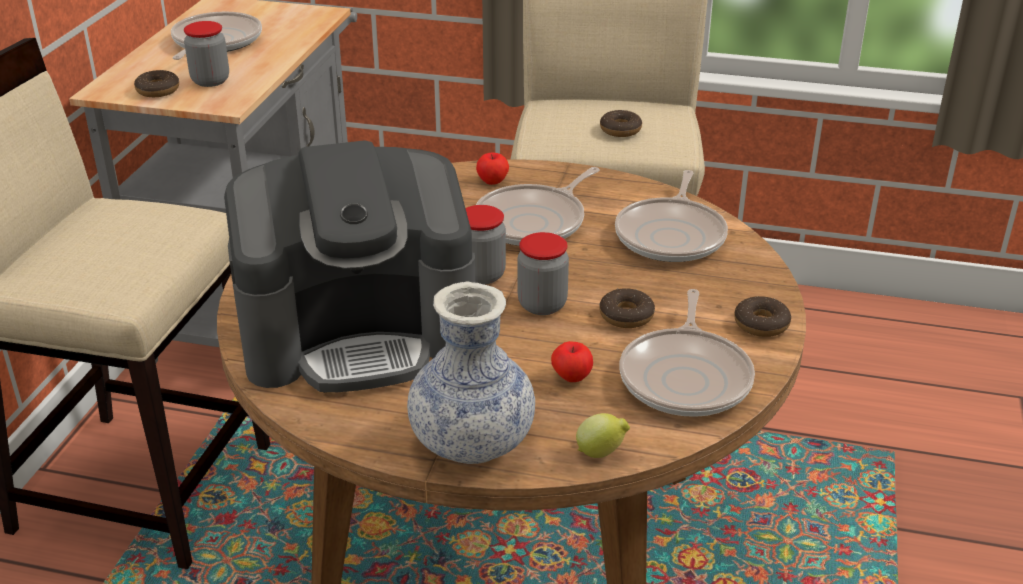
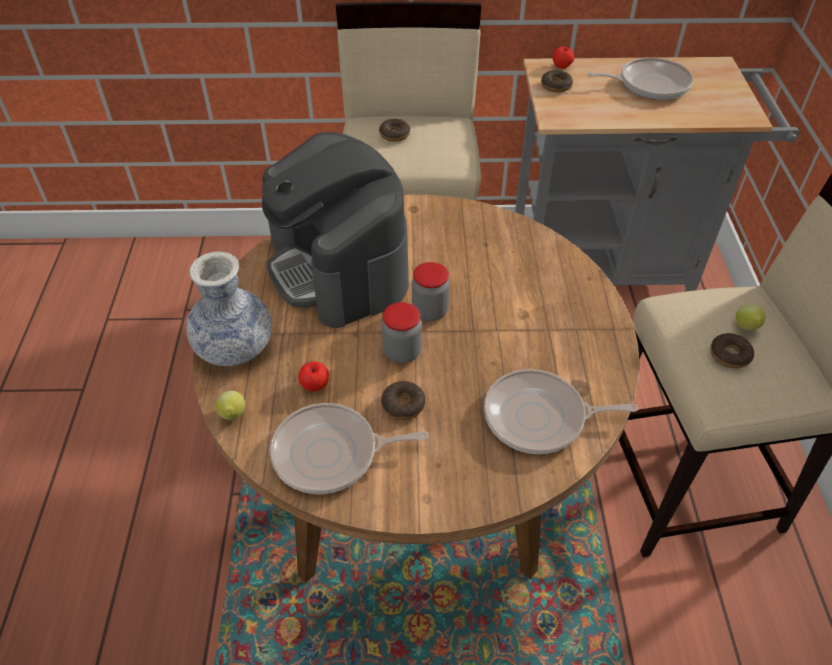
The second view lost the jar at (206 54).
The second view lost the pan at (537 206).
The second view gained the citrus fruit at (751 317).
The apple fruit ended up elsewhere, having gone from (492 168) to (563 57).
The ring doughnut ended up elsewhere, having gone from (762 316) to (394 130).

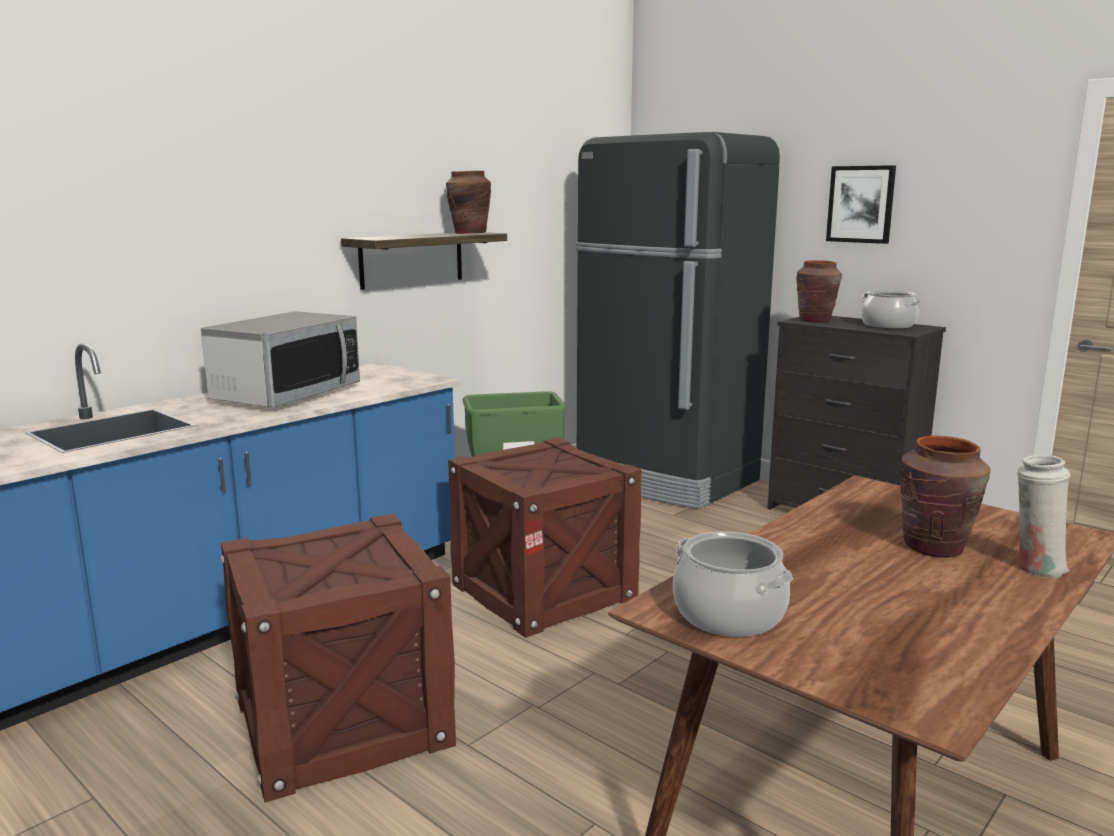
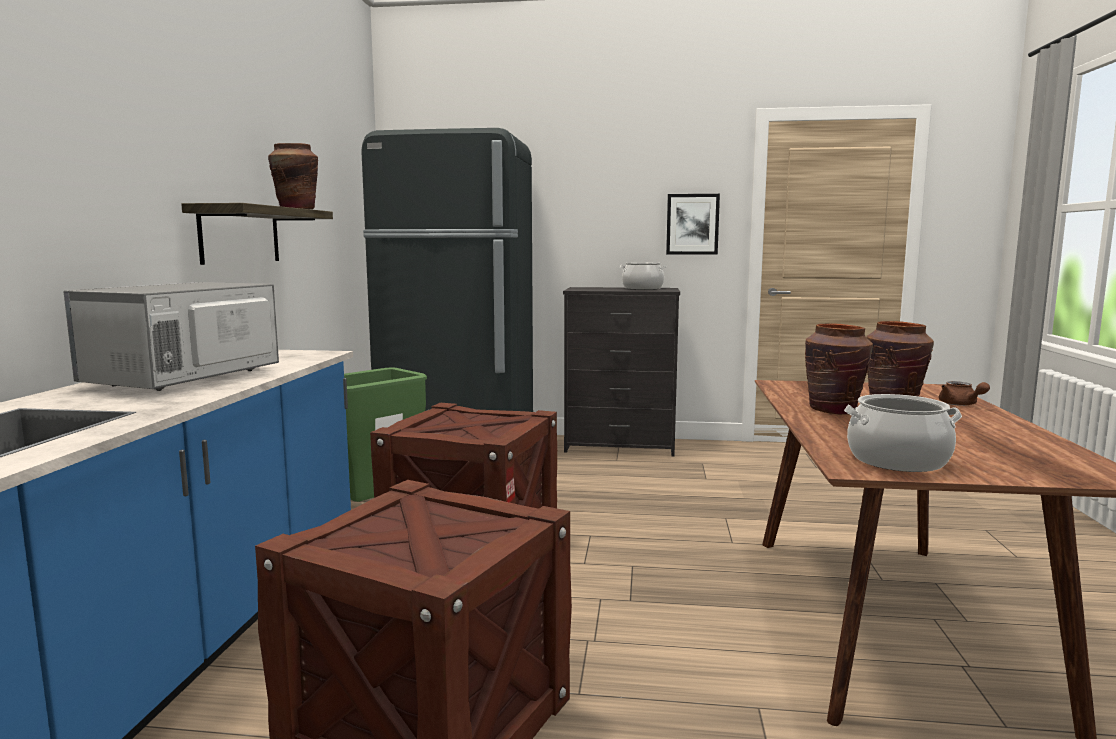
The brown flower vase ended up elsewhere, having gone from (819 291) to (839 369).
The wall picture ended up elsewhere, having gone from (861 204) to (693 224).
Where the white flower vase stood at (1044 516), the brown pot for tea came to stand at (964 393).
The kitchen microwave at (280 359) ended up facing another way, 150 degrees counterclockwise from before.

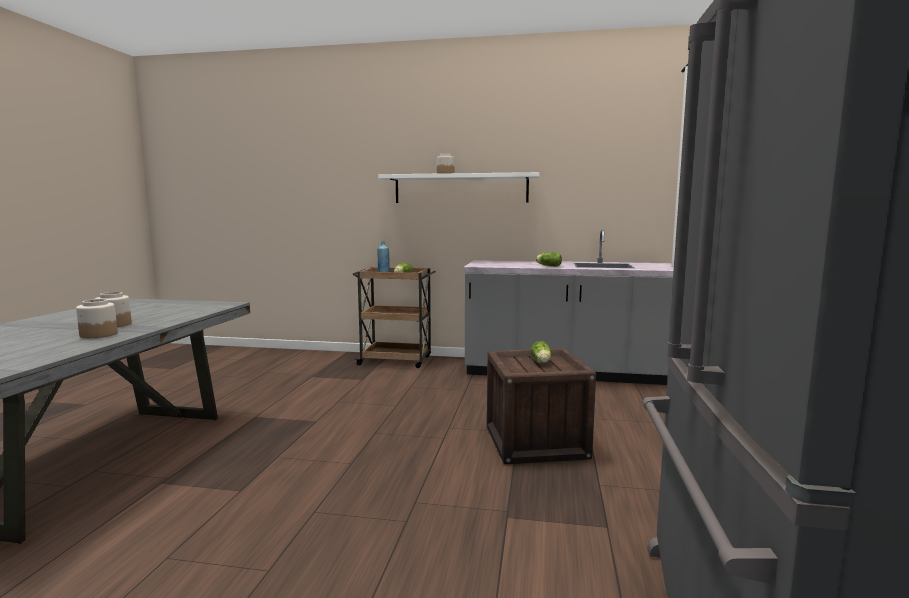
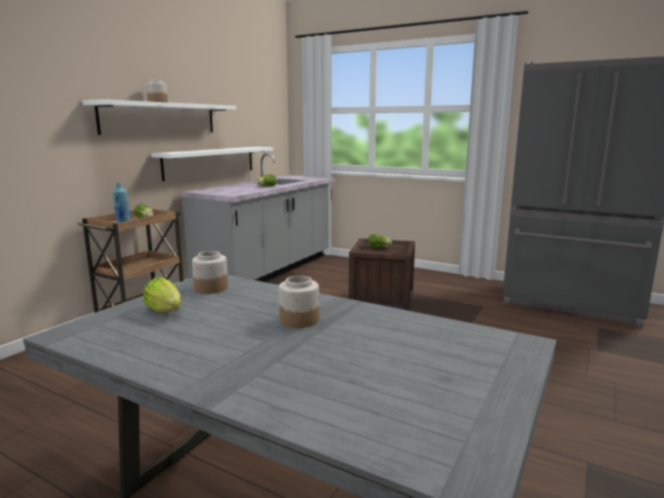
The second view gained the head of lettuce at (162 295).
The second view gained the white shelf at (212 164).
The jar ended up elsewhere, having gone from (97 318) to (210 272).

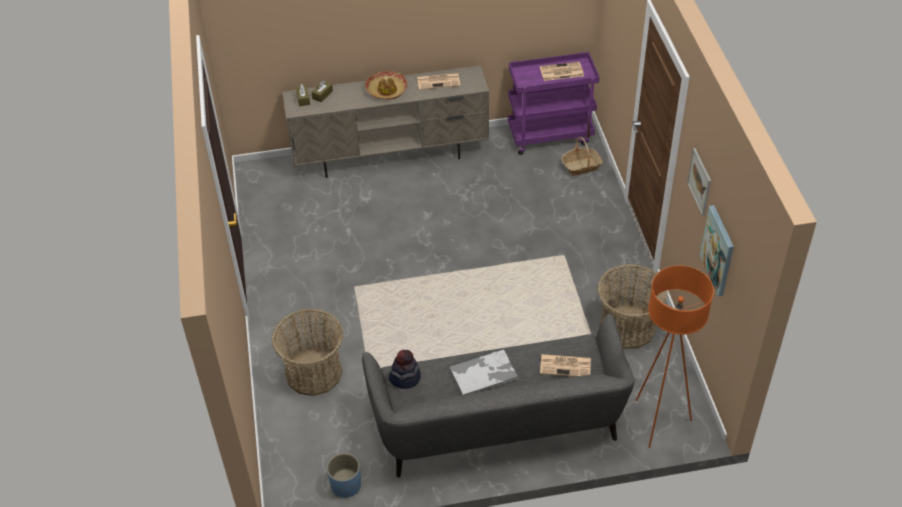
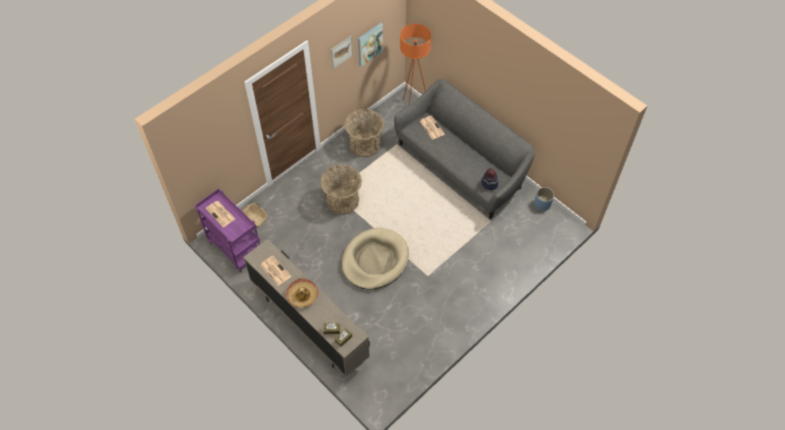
The second view lost the serving tray at (484 371).
The second view gained the beige-coloured pet bed at (375 259).
The household basket ended up elsewhere, having gone from (308 352) to (341 190).

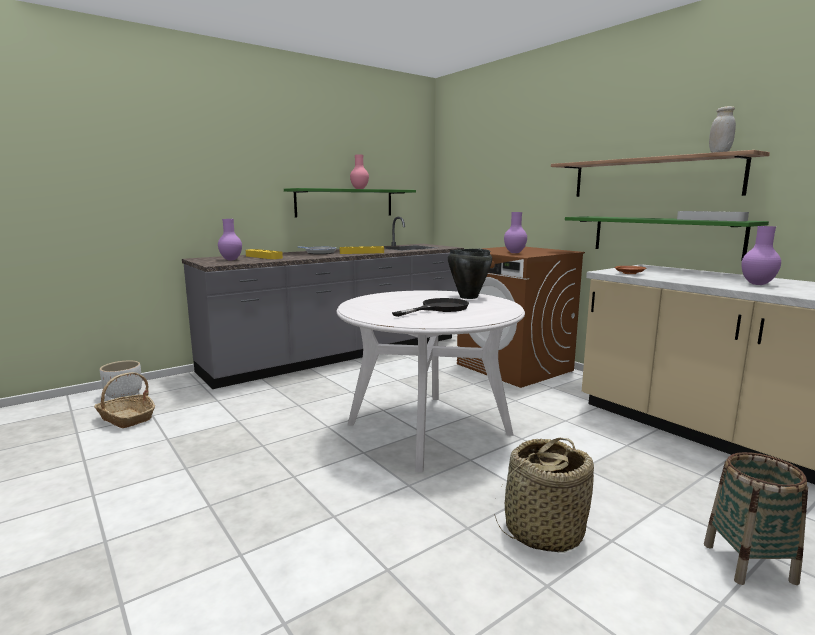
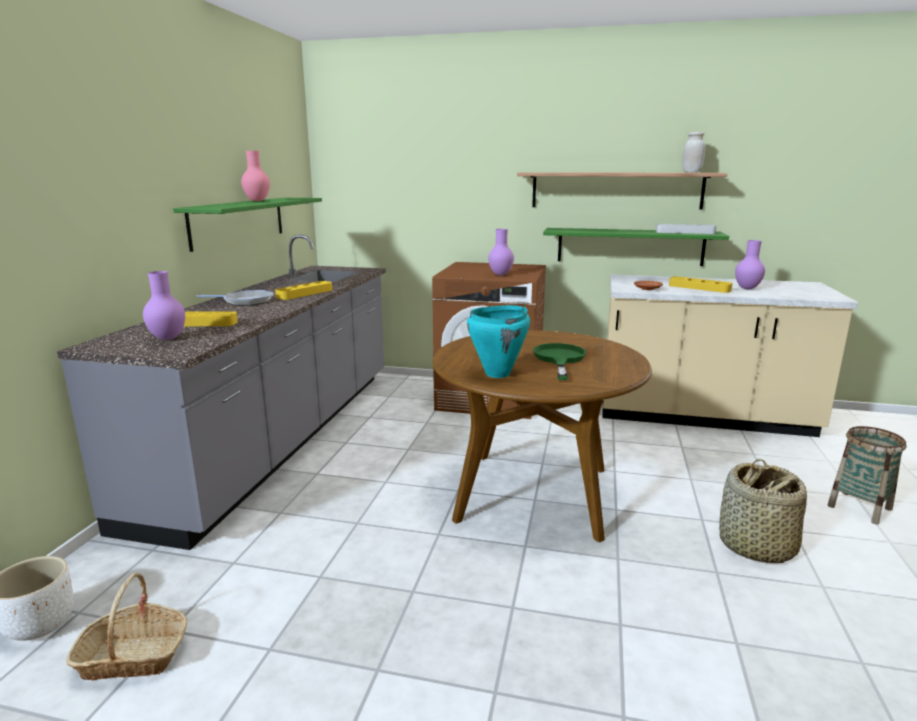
The second view lost the black saucepot at (470 274).
The second view gained the blue-green saucepot at (498 341).
The second view gained the yellow serving tray at (700 284).
What was the white kitchen table at (431 381) turned into the brown kitchen table at (542 436).
What was the black pan at (430 307) turned into the greenish pan at (559 361).

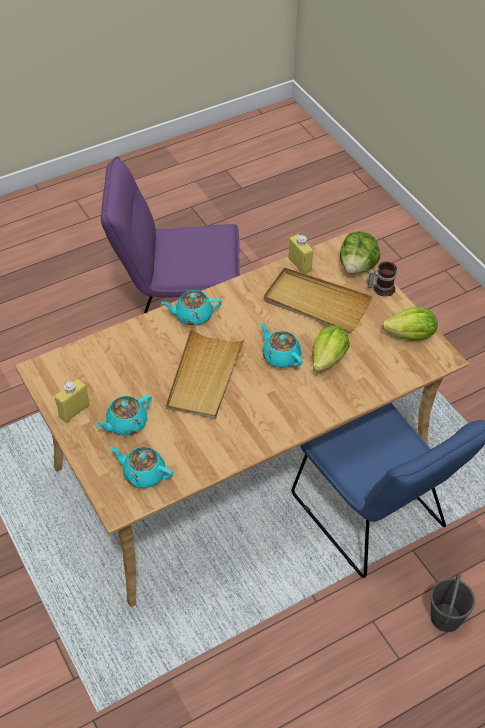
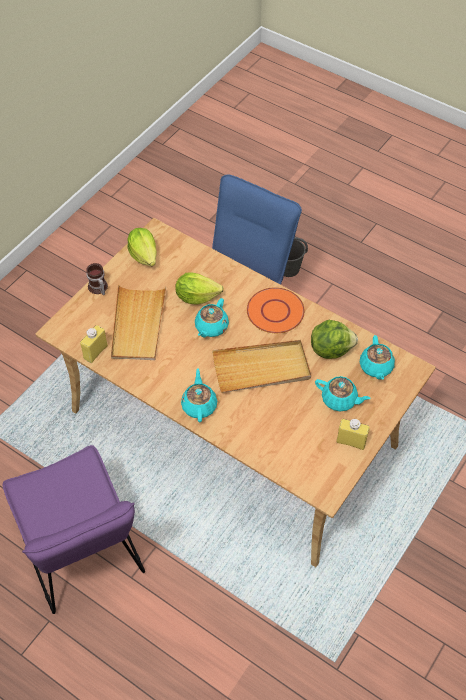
The second view gained the orange dinner plate at (276 310).
The head of lettuce ended up elsewhere, having gone from (360 252) to (334 339).
The blue-green pot for tea at (191 308) ended up facing another way, 150 degrees counterclockwise from before.

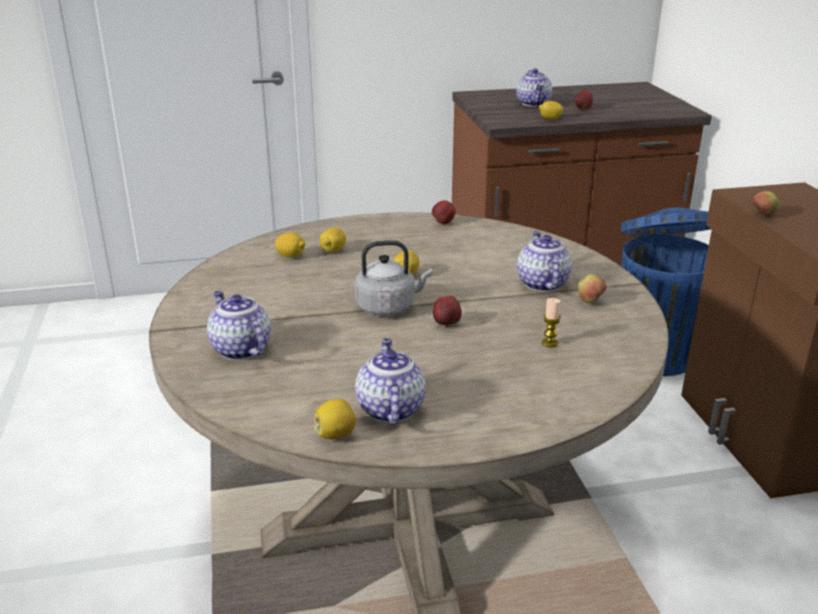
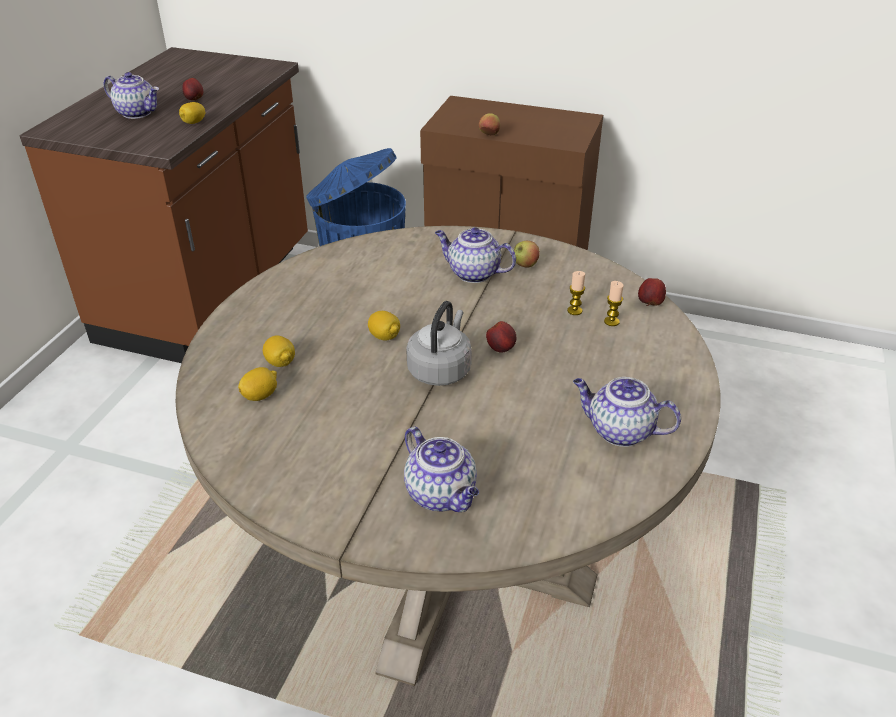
The second view lost the citrus fruit at (335 419).
The second view gained the wax light at (613 303).
The apple fruit ended up elsewhere, having gone from (444 212) to (652 292).
The pot for tea at (239 325) ended up facing another way, 120 degrees counterclockwise from before.

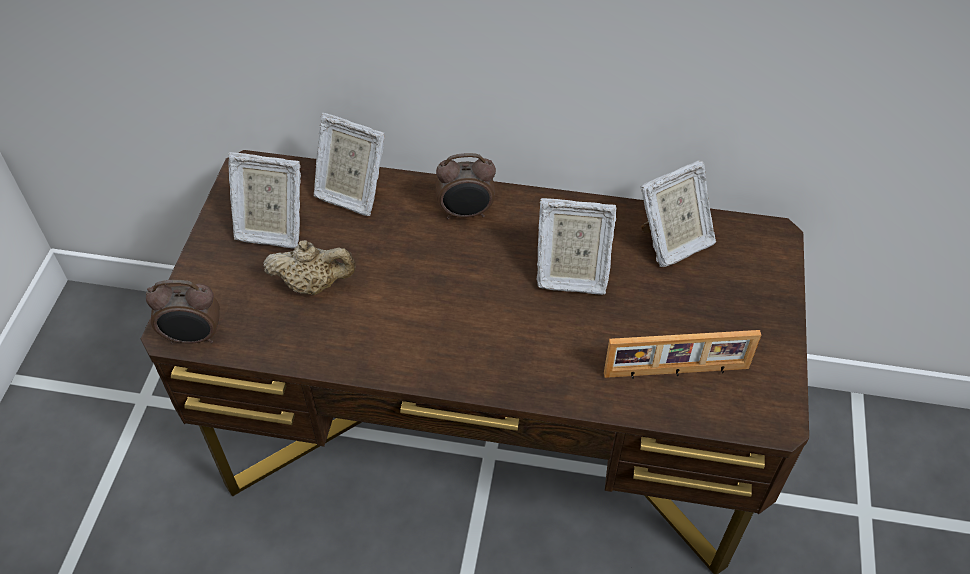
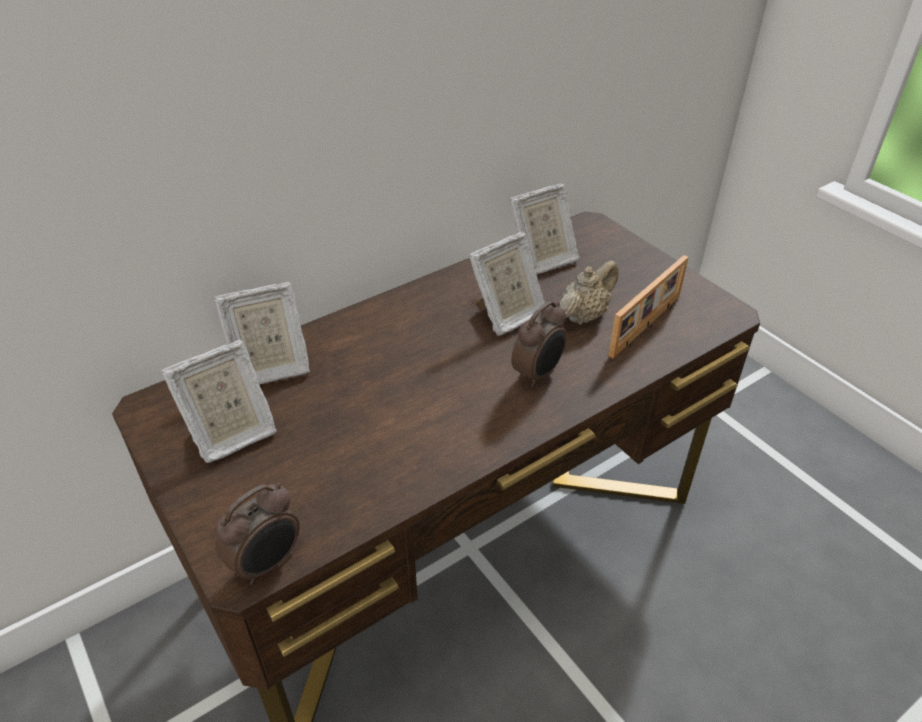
The beige-coloured pot for tea ended up elsewhere, having gone from (309 267) to (588 292).
The bedside clock ended up elsewhere, having gone from (466 186) to (539 344).
The picture frame at (678 213) ended up facing another way, 45 degrees clockwise from before.

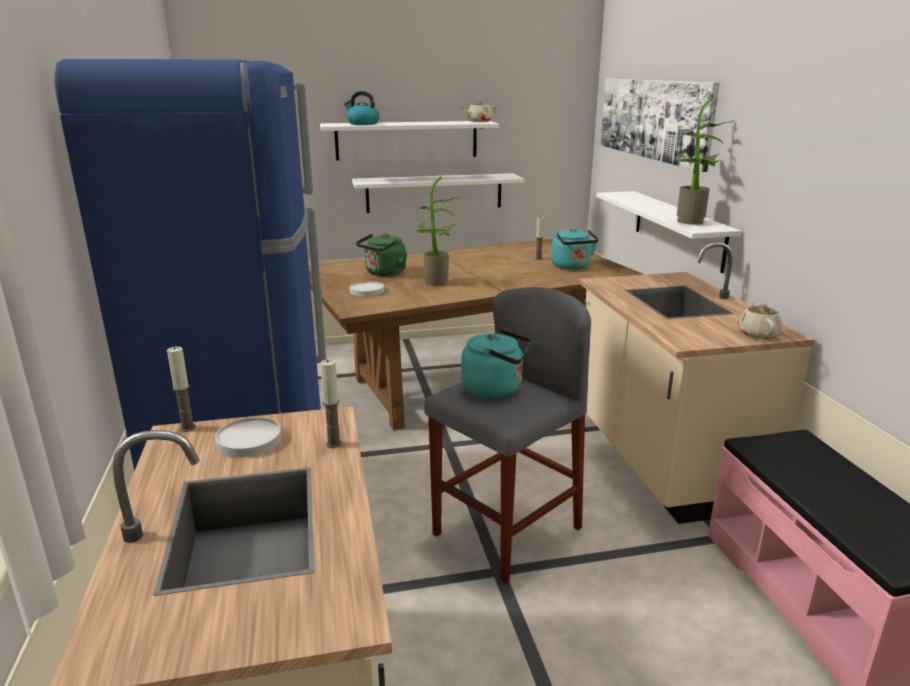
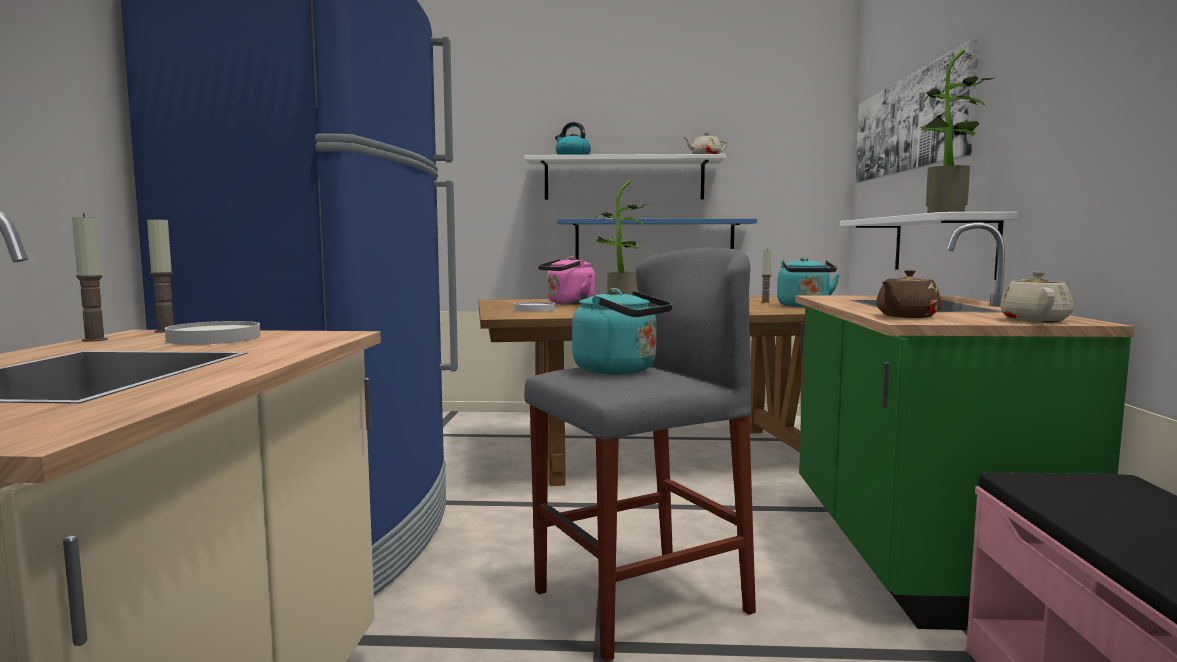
The second view gained the brown pot for tea at (908 294).
The wax light ended up elsewhere, having gone from (331 403) to (90 278).
What was the white shelf at (438 193) turned into the bluish shelf at (657 238).
What was the greenish water kettle at (381 254) turned into the pinkish water kettle at (566 280).
What was the beige-coloured counter at (697 383) turned into the greenish counter at (965 426).

